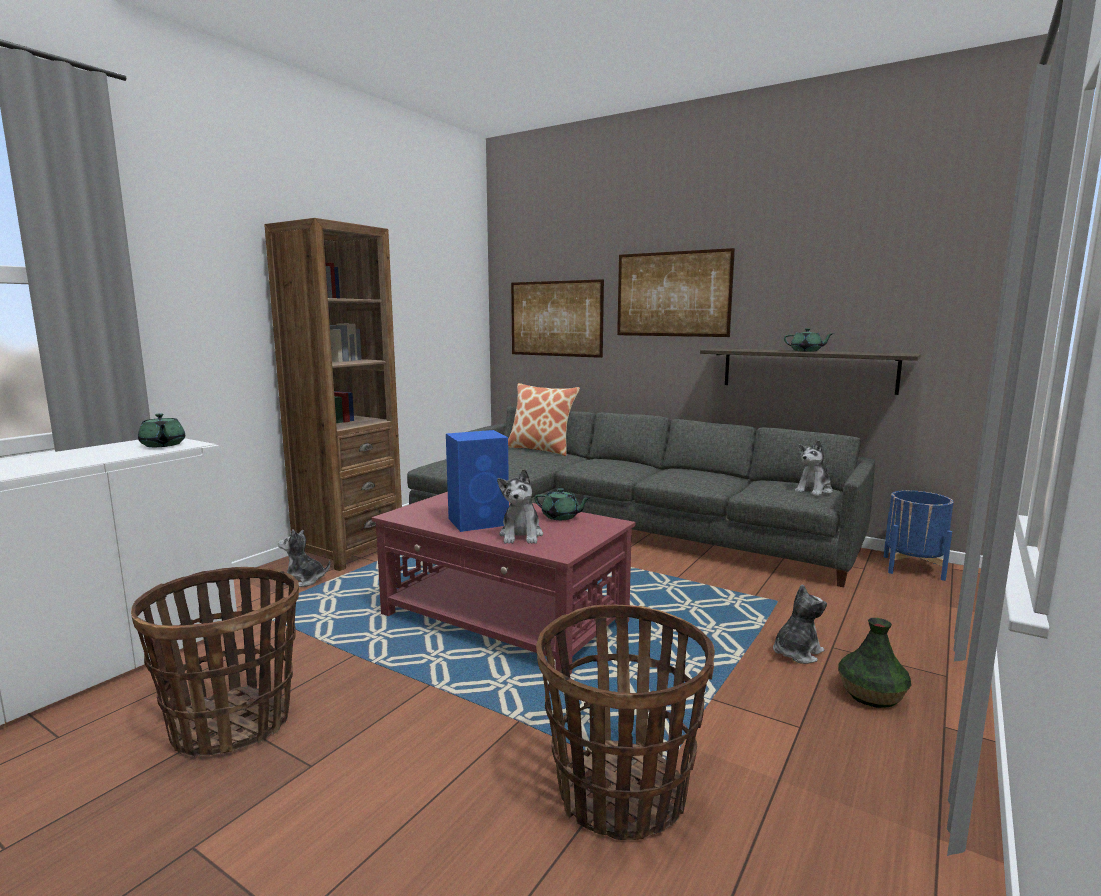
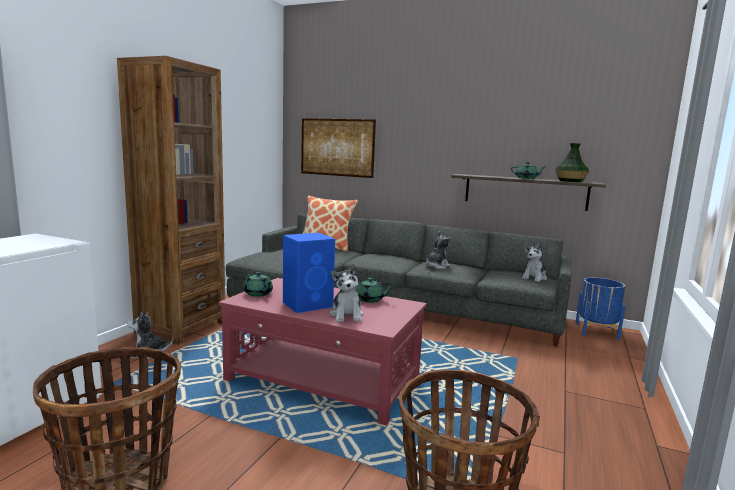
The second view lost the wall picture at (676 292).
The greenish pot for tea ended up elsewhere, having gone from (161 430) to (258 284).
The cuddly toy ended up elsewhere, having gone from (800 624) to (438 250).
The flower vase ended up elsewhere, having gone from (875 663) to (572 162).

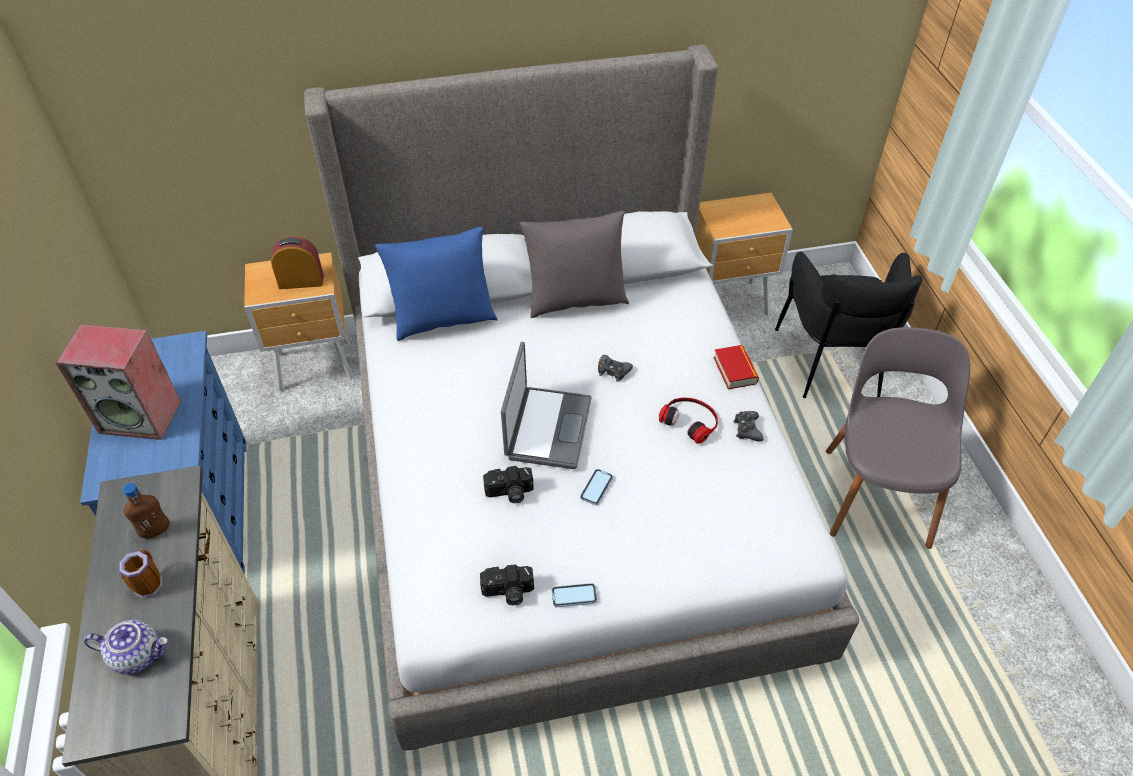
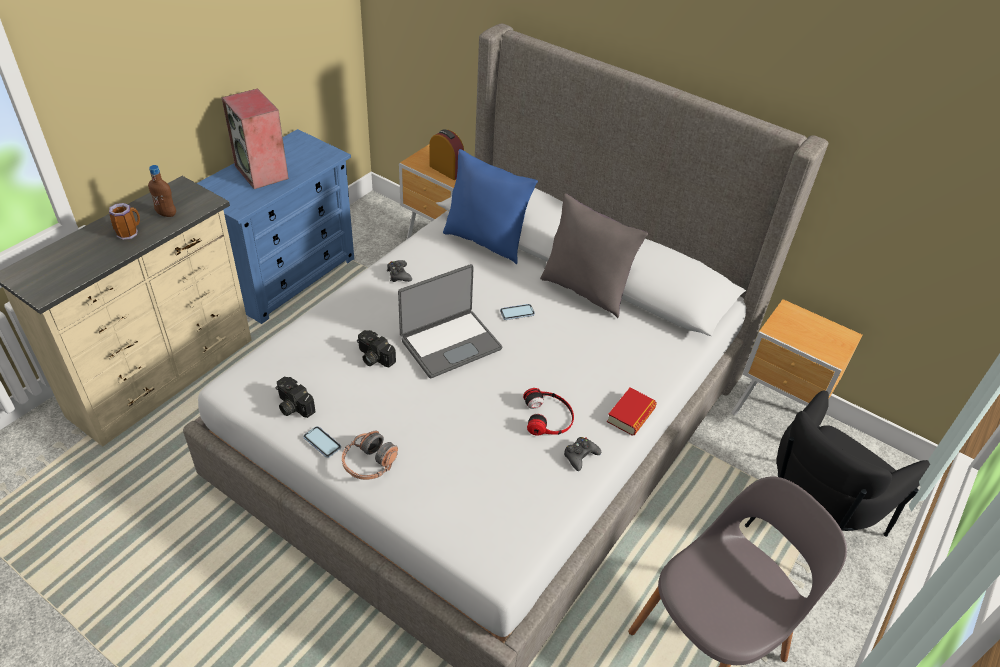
The second view lost the pot for tea at (126 647).
The second view gained the pair of headphones at (370 455).
The handset ended up elsewhere, having gone from (596 487) to (517 312).
The black gamepad ended up elsewhere, having gone from (615 368) to (399 271).

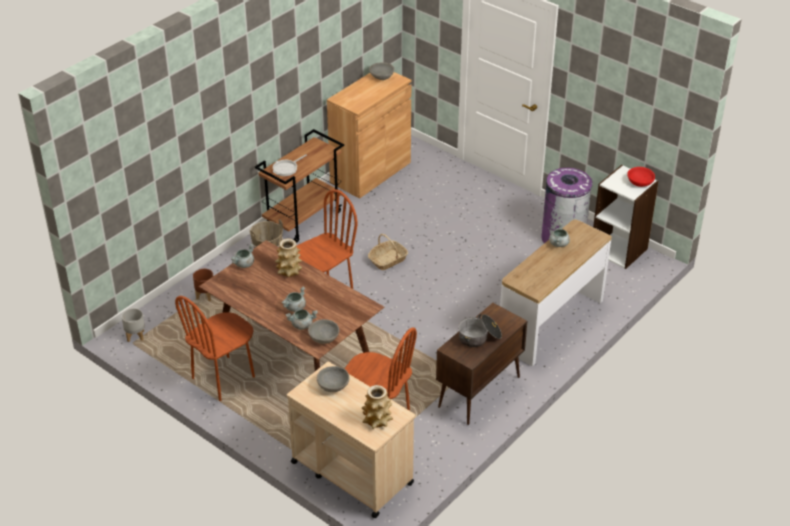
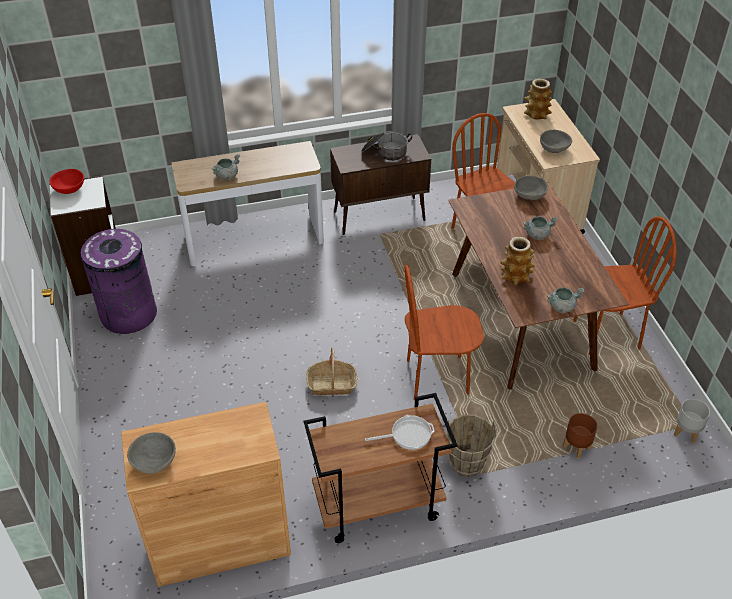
The second view lost the greyish saucepot at (302 319).

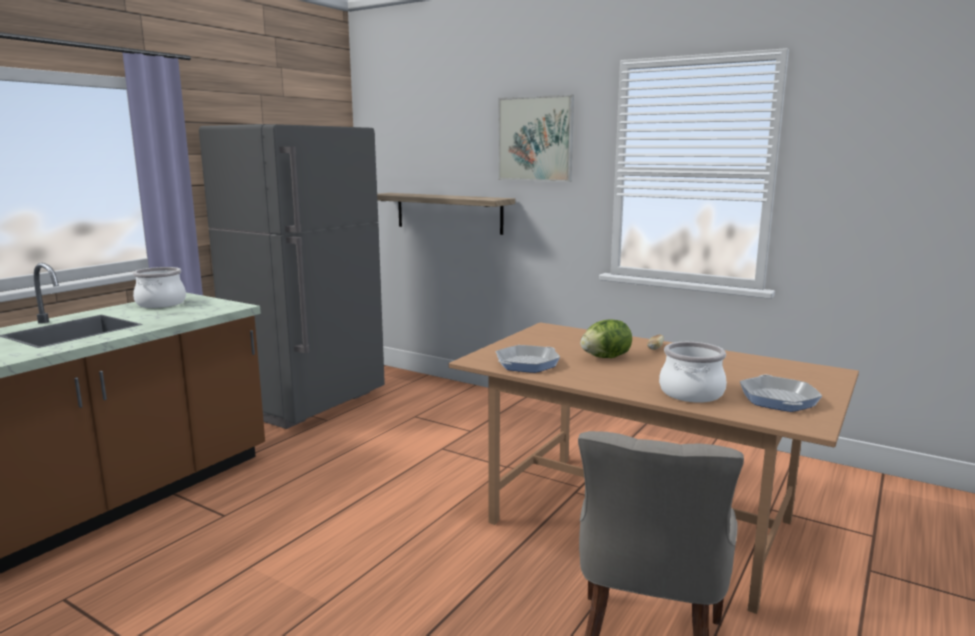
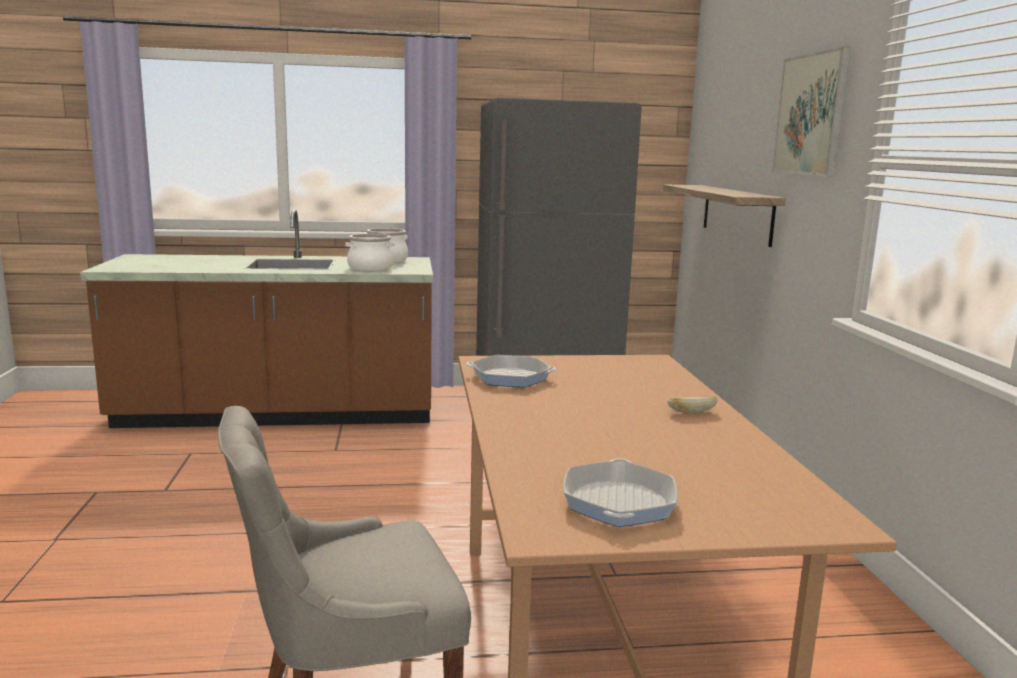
The second view lost the head of lettuce at (606 338).
The saucepot ended up elsewhere, having gone from (693 372) to (370 252).
The pan at (781 393) ended up facing another way, 45 degrees counterclockwise from before.

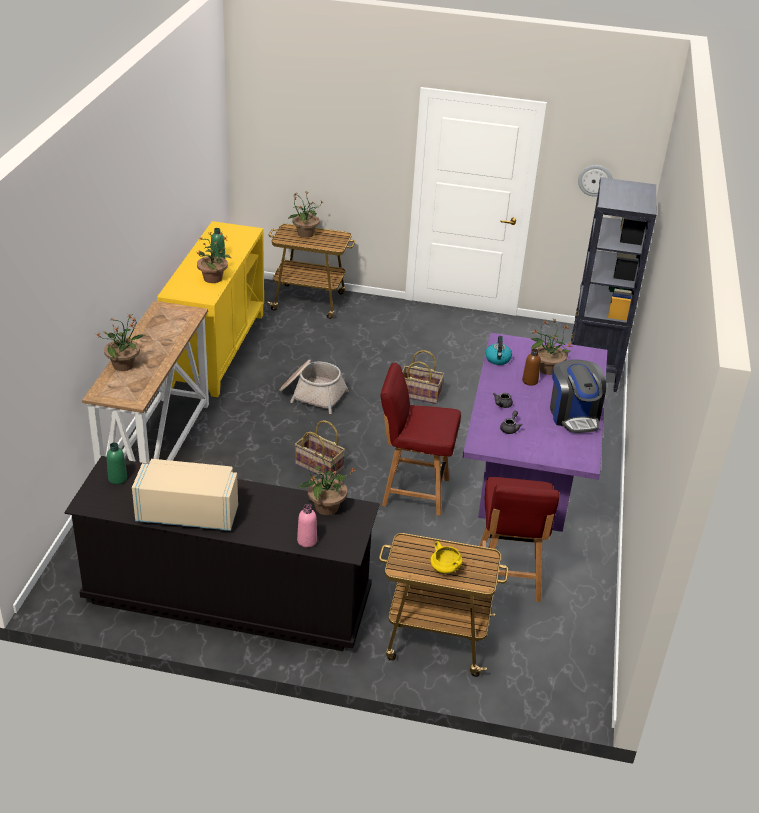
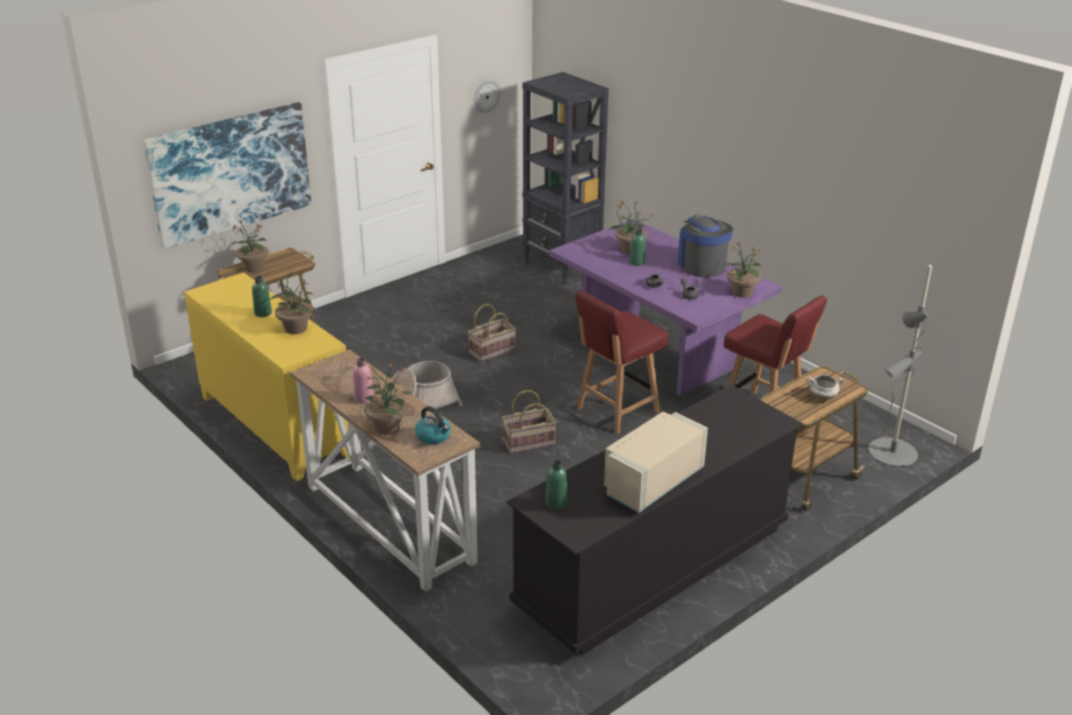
The second view gained the wall picture at (227 175).
The second view gained the greyish floor lamp at (888 366).
The pinkish bottle ended up elsewhere, having gone from (307 525) to (363 381).
The houseplant ended up elsewhere, having gone from (326 482) to (742 269).
The water kettle ended up elsewhere, having gone from (498 350) to (433 425).
What was the yellow saucepot at (446 558) turned into the white saucepot at (824 387).
What was the brown bottle at (531 367) turned into the greenish bottle at (638 247).
The coffee brewer at (578 396) ended up facing another way, 135 degrees counterclockwise from before.

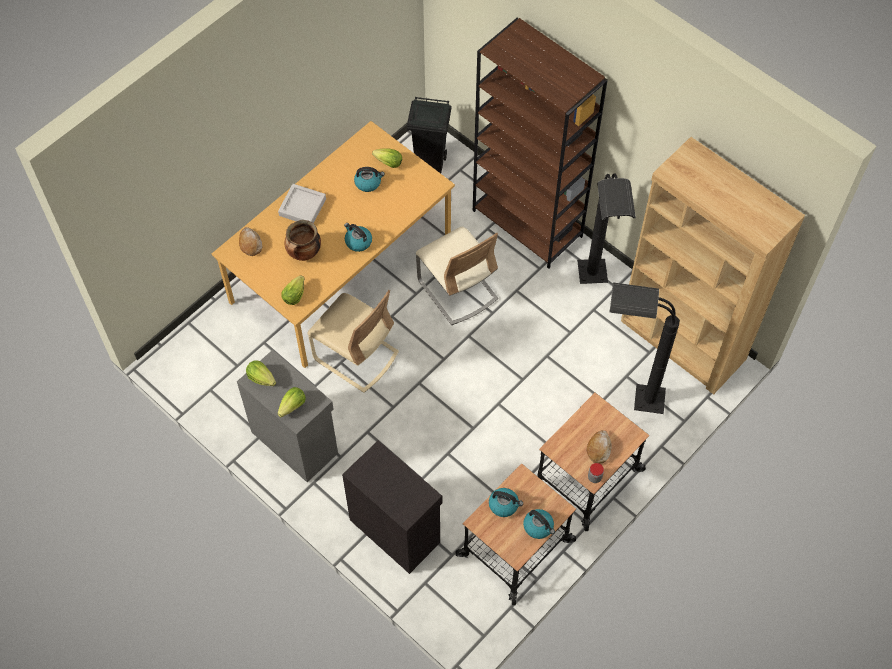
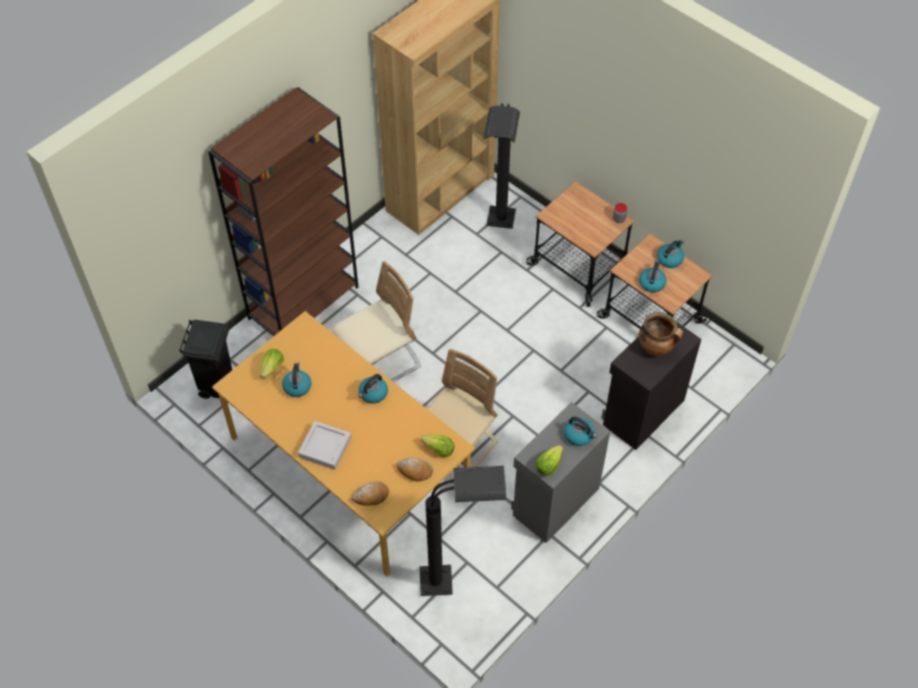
The saucepot ended up elsewhere, having gone from (302 240) to (661 334).
The black floor lamp ended up elsewhere, having gone from (606 228) to (462 531).
The baked bread ended up elsewhere, having gone from (599 447) to (414 469).
Where the head of lettuce stood at (291 402), the water kettle came to stand at (580 431).

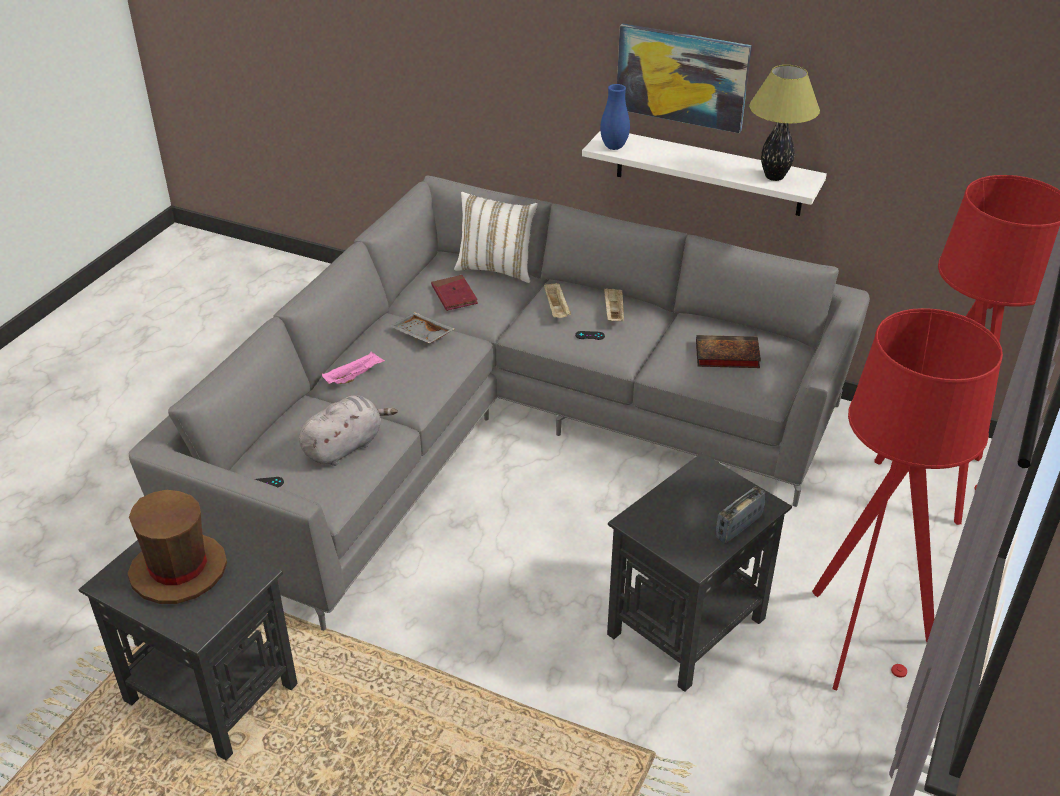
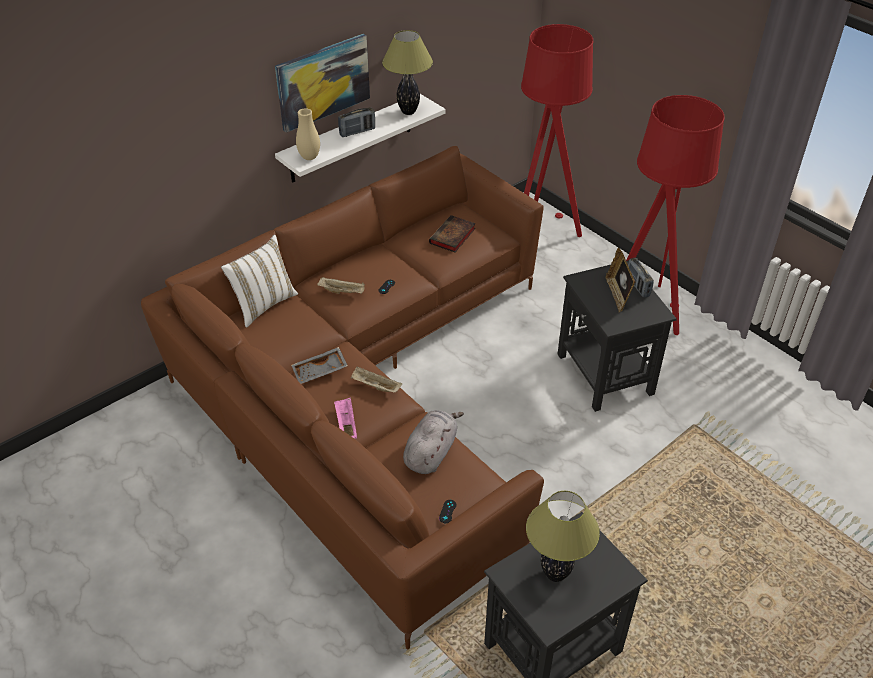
The second view lost the reddish book at (454 293).
The second view gained the radio receiver at (356 122).
The second view gained the picture frame at (620 279).
The beige-coloured serving tray ended up elsewhere, having gone from (614 304) to (376 380).
Where the brown clothing hat stood at (177 547), the lamp for a table came to stand at (563 536).
What was the greyish sofa at (499 403) turned into the brown sofa at (342 398).
What was the bluish flower vase at (615 117) turned into the beige-coloured flower vase at (308 134).
The greyish cuddly toy at (348 430) ended up facing another way, 45 degrees clockwise from before.

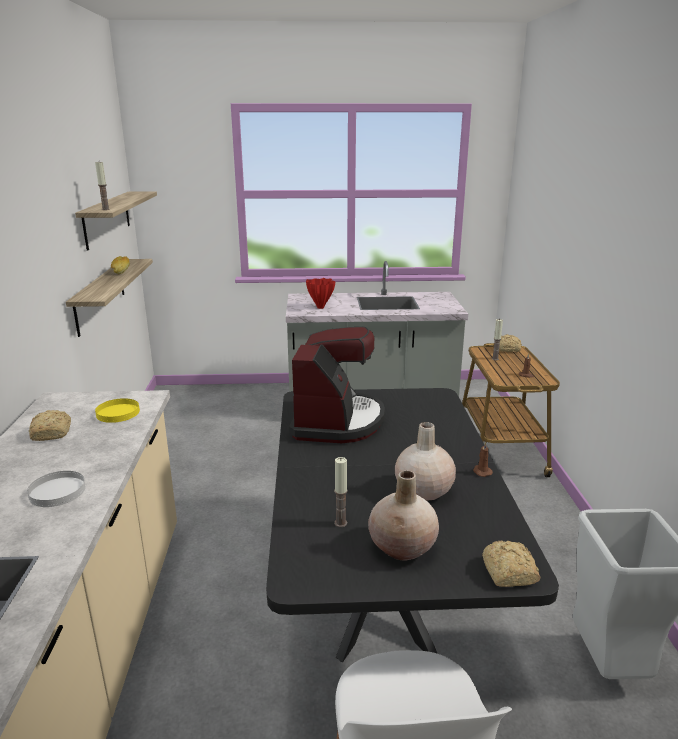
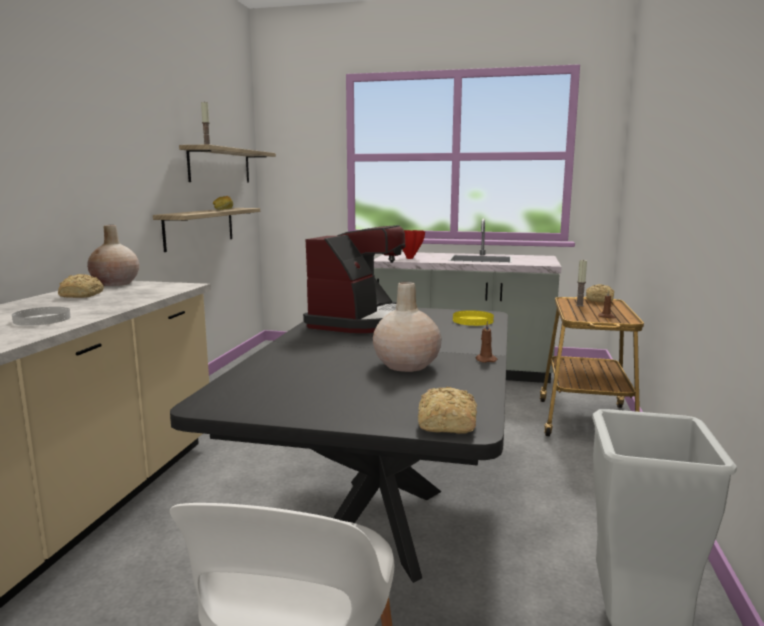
The second view lost the wax light at (341 492).
The yellow dinner plate ended up elsewhere, having gone from (117 410) to (473 318).
The beige-coloured flower vase ended up elsewhere, having gone from (403 515) to (113 255).

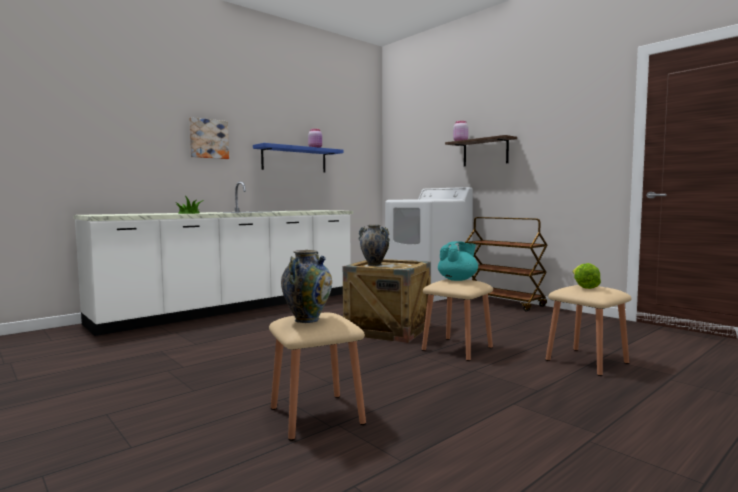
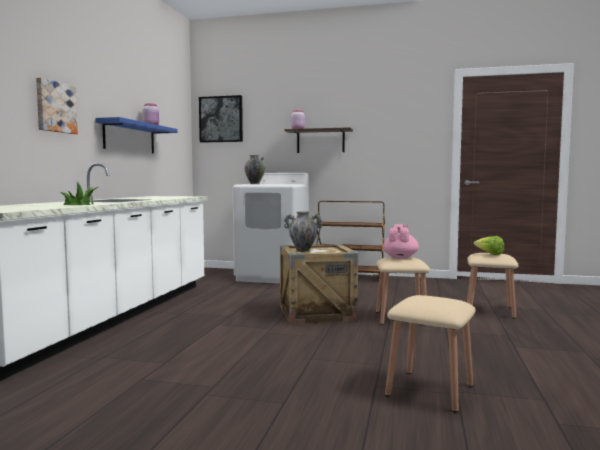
The second view gained the wall picture at (221 119).
The flower vase ended up elsewhere, having gone from (306 286) to (254 169).
What was the blue-green pot for tea at (458 261) turned into the pinkish pot for tea at (401 241).

